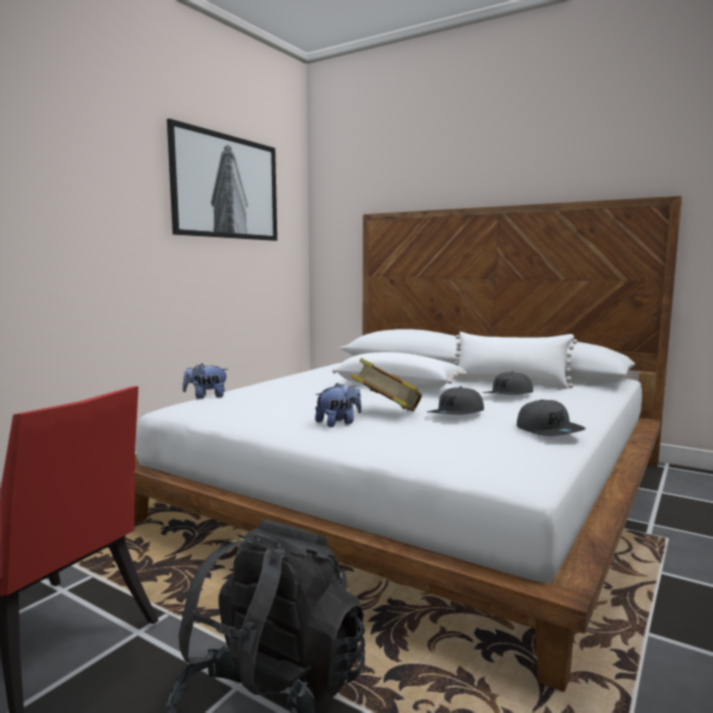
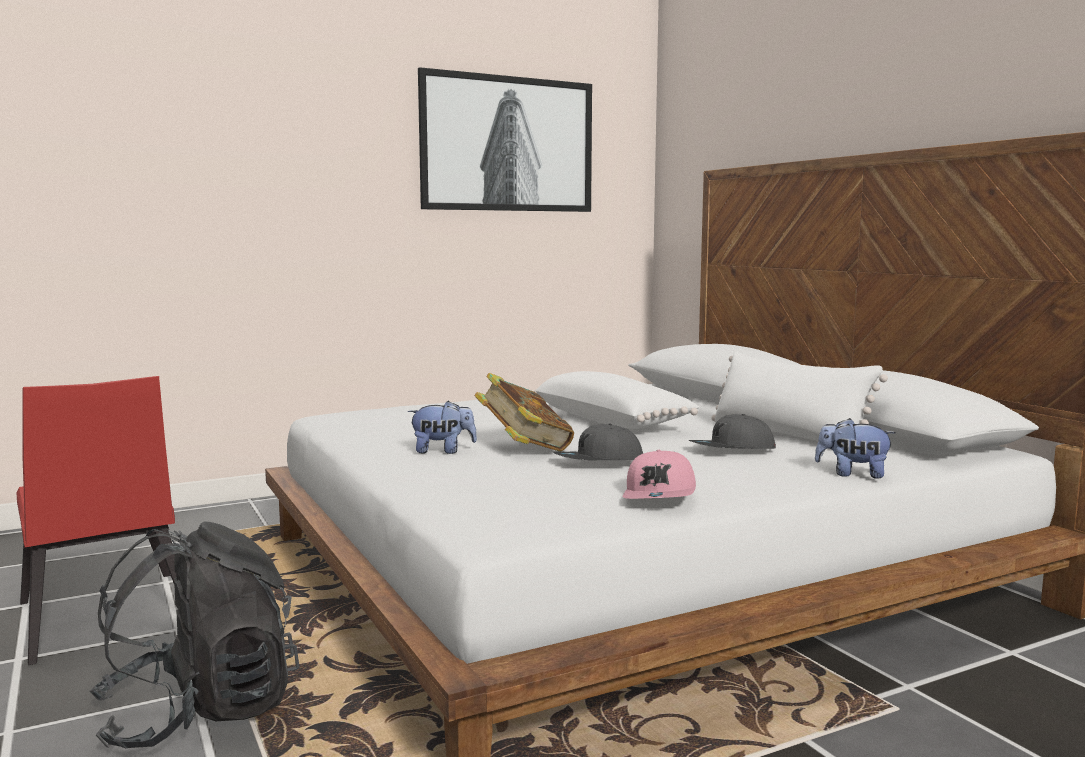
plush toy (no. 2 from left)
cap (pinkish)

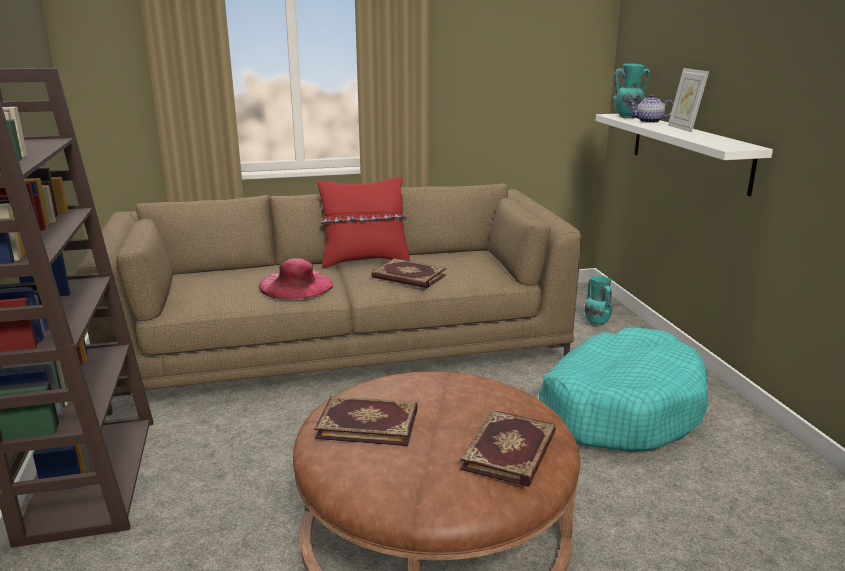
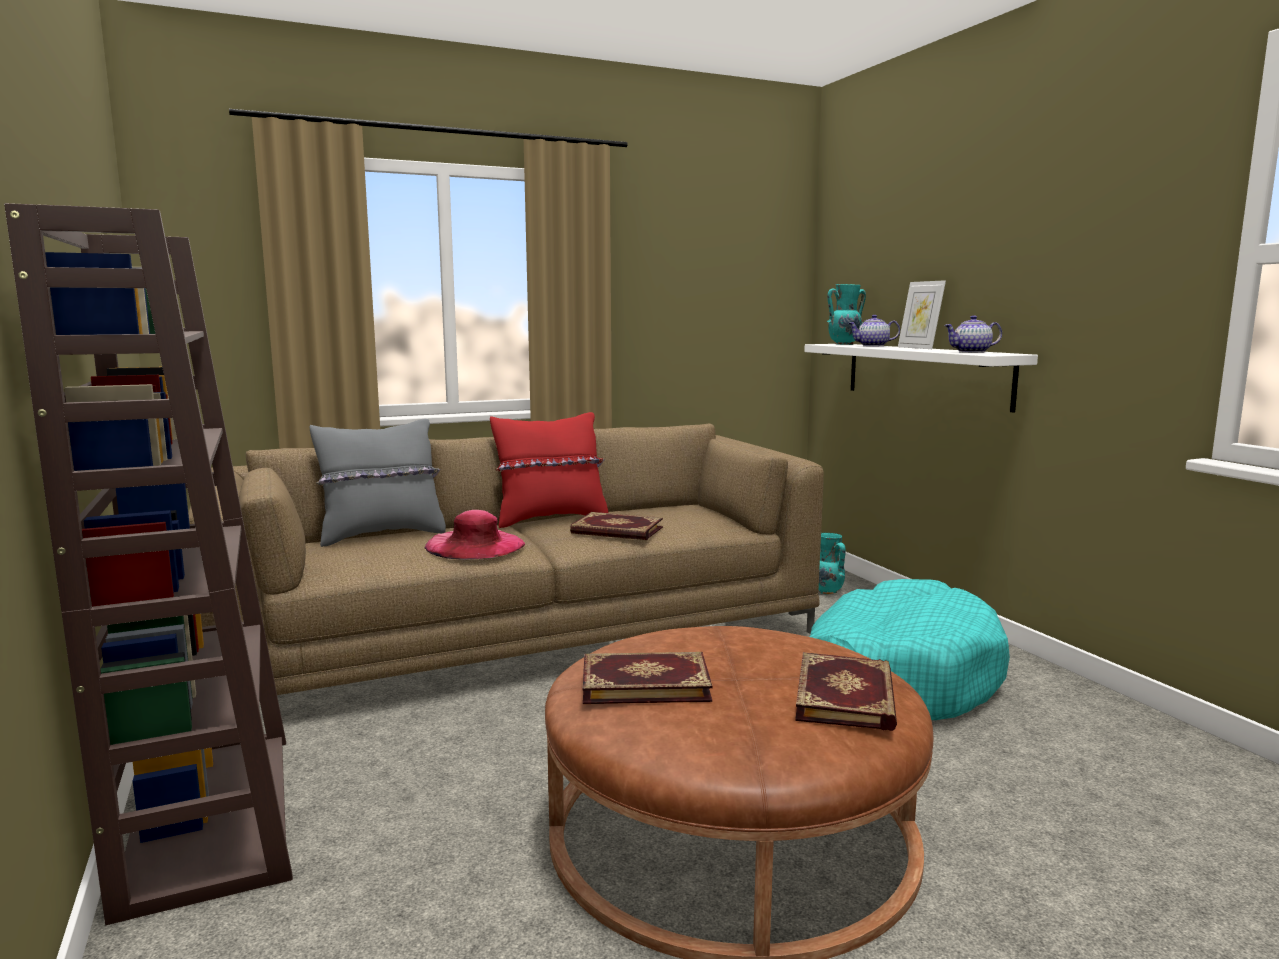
throw pillow (greyish)
pot for tea (no. 2 from left)

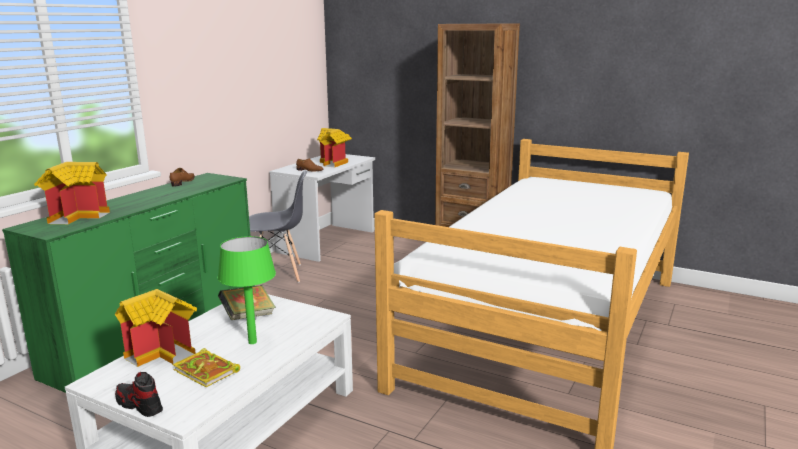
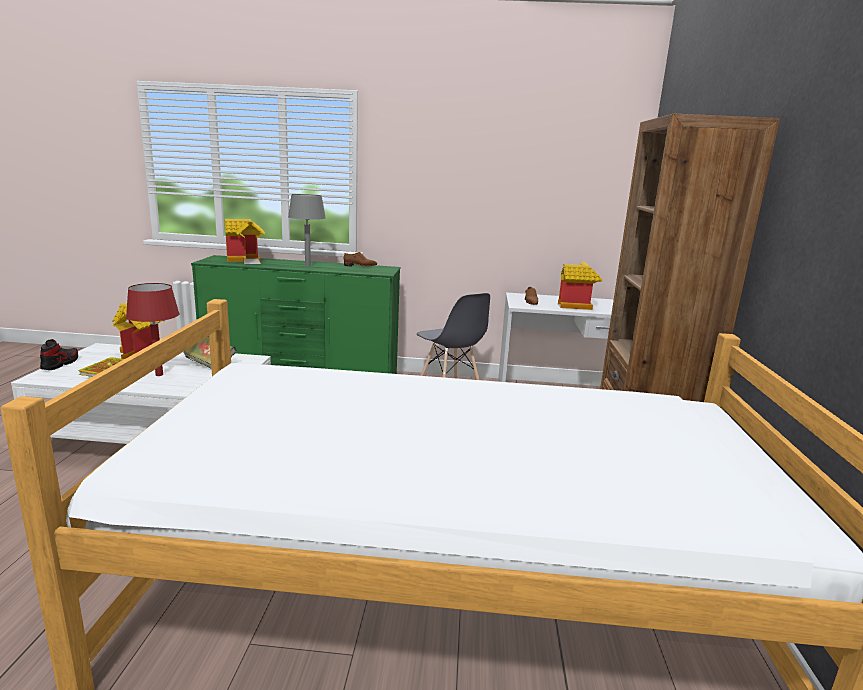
table lamp (greyish)
table lamp (red-coloured)

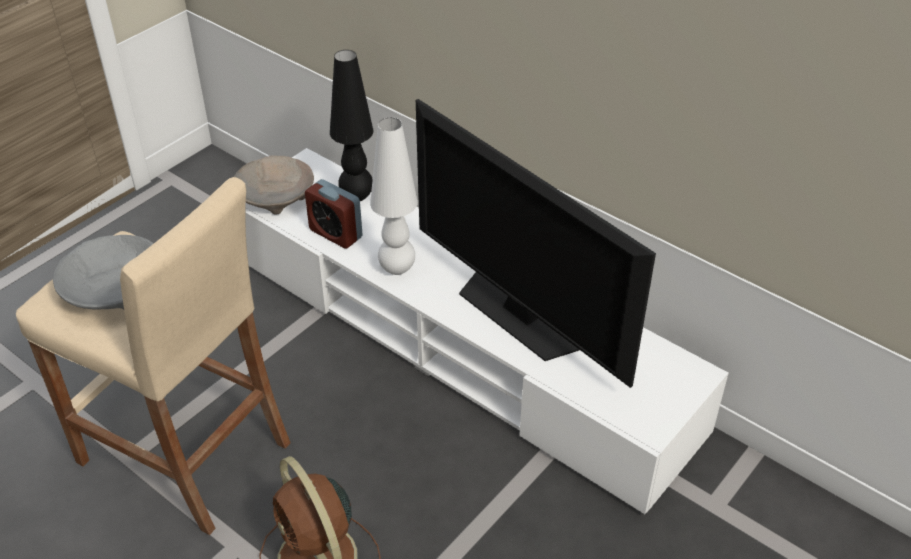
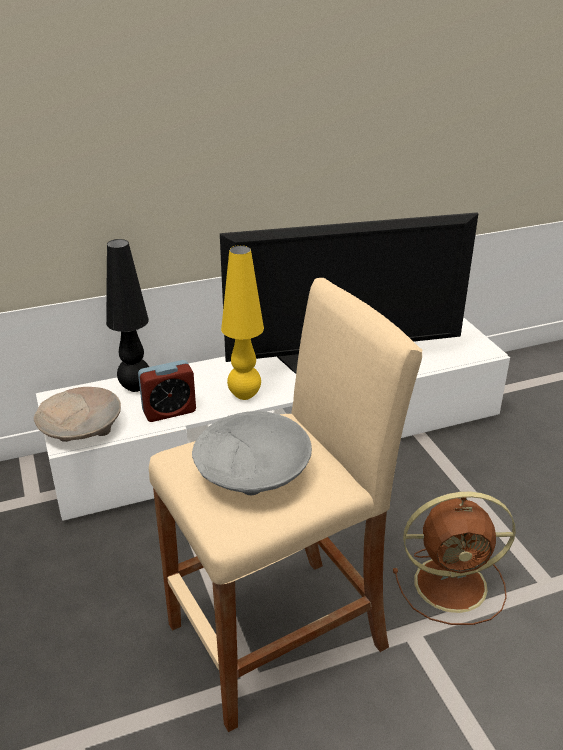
table lamp (yellow-coloured)

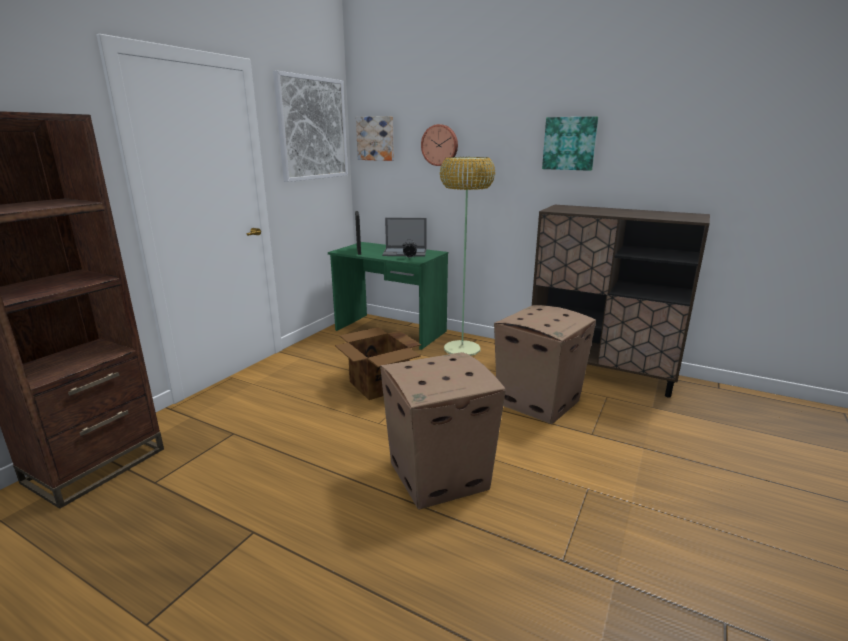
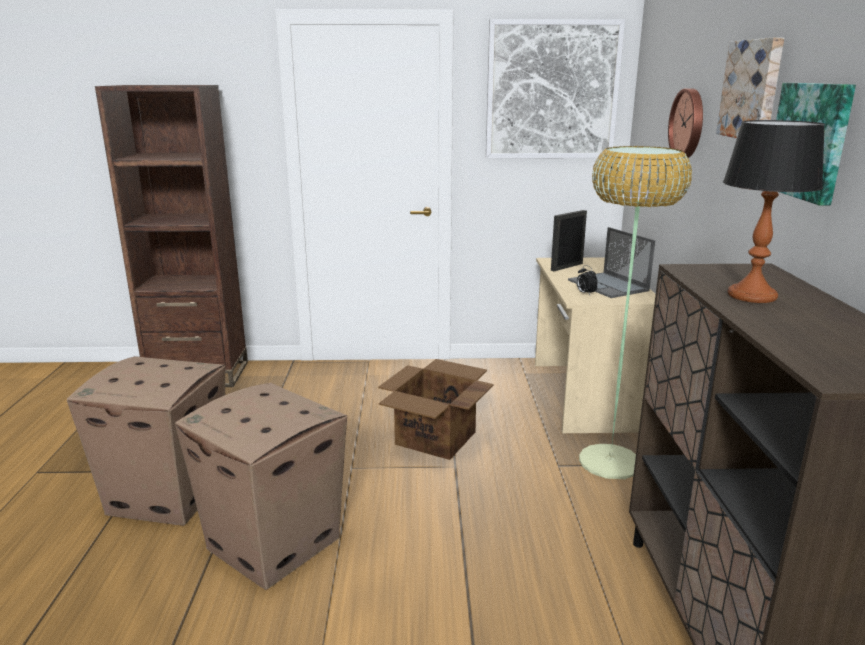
table lamp
picture (no. 2 from left)
carton (no. 1 from left)
desk table (beige)

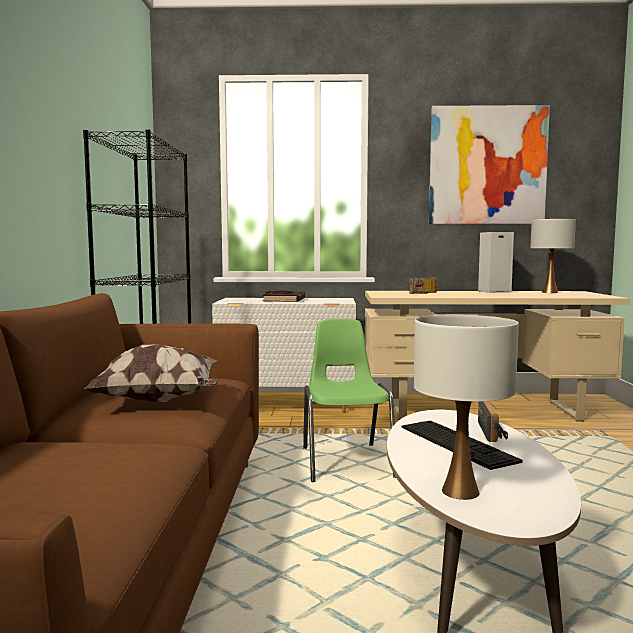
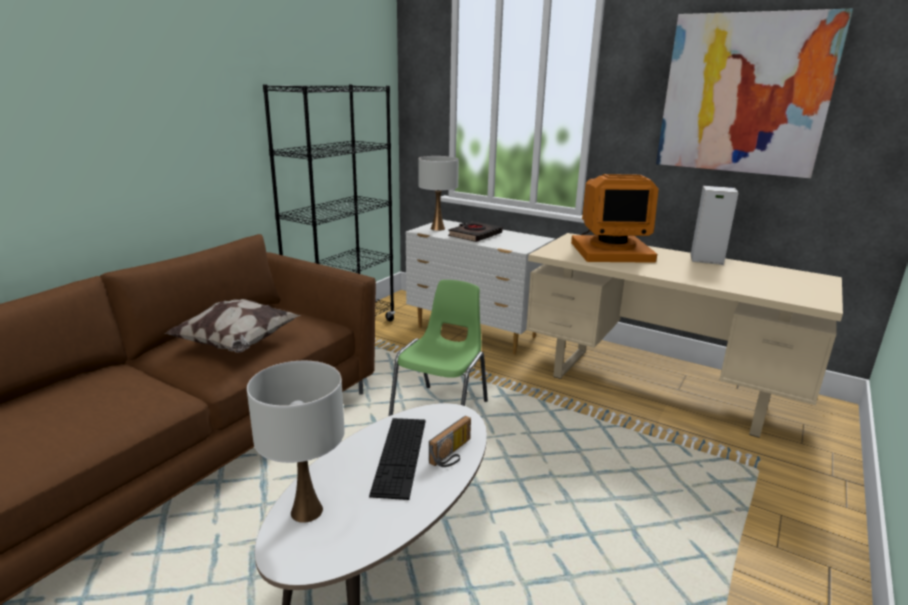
table lamp (white) (no. 2 from left)
computer screen

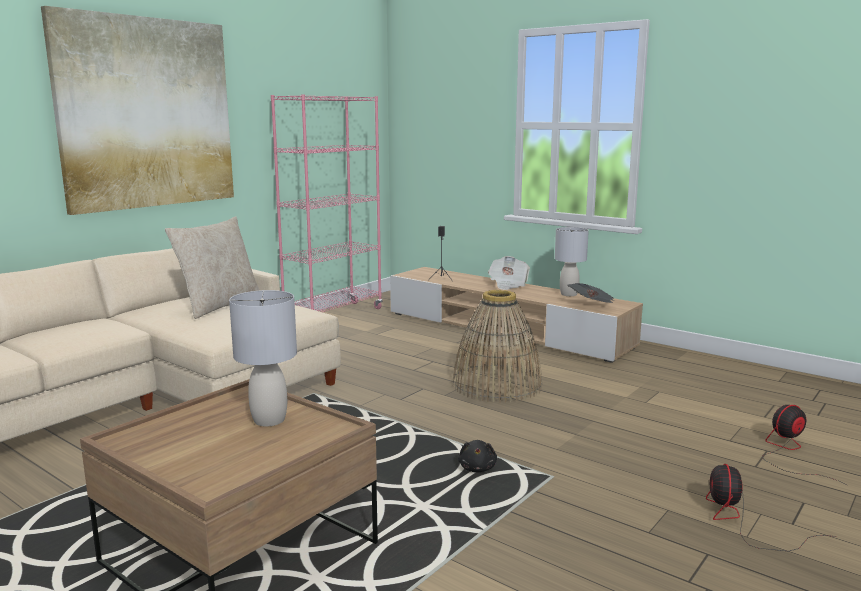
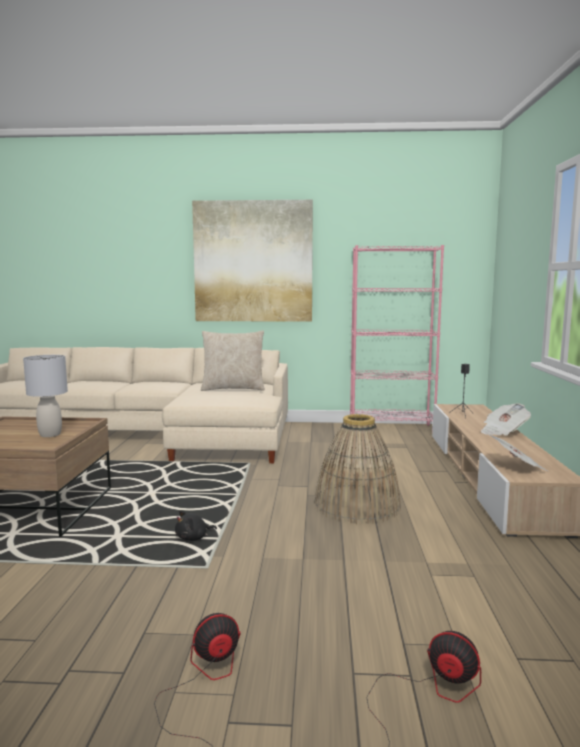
table lamp (greyish) (no. 2 from left in the first image)

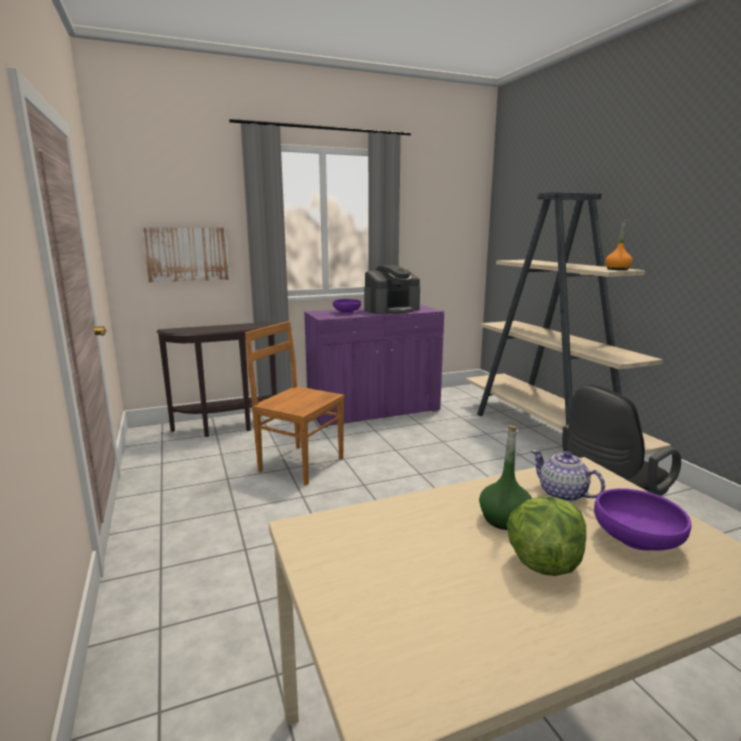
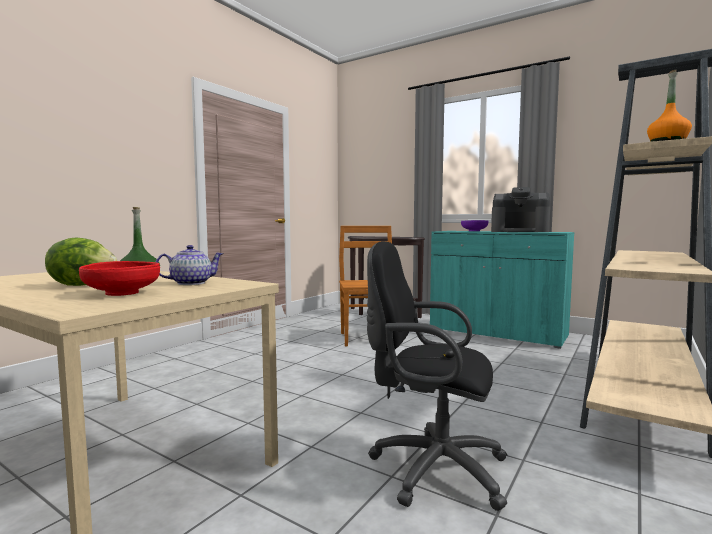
picture
cupboard (blue-green)
deep dish (red-coloured)
pot for tea

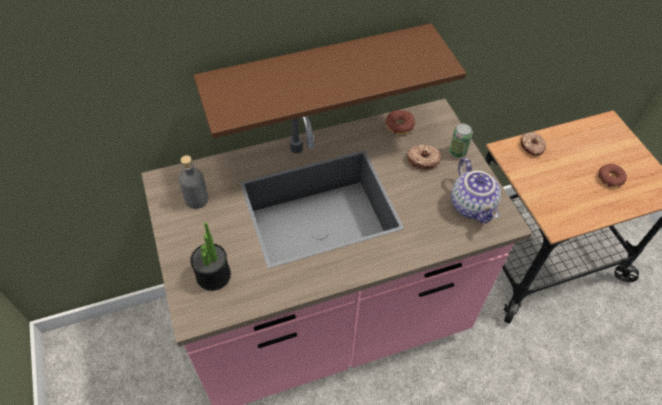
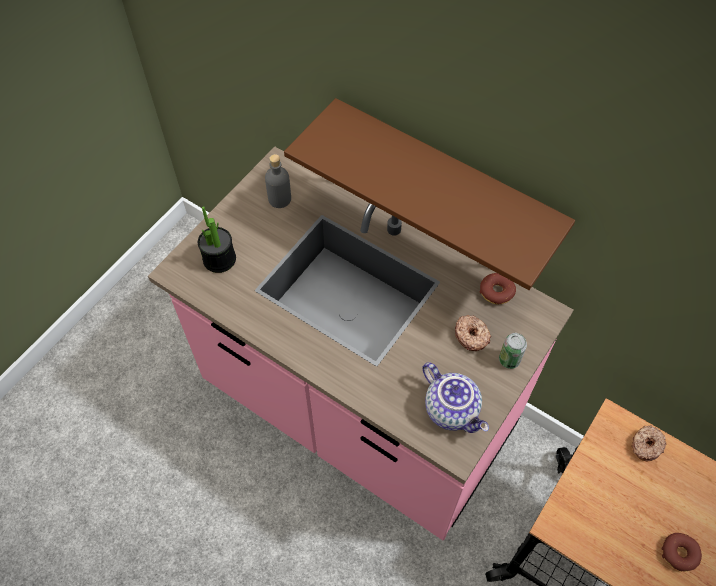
pot for tea

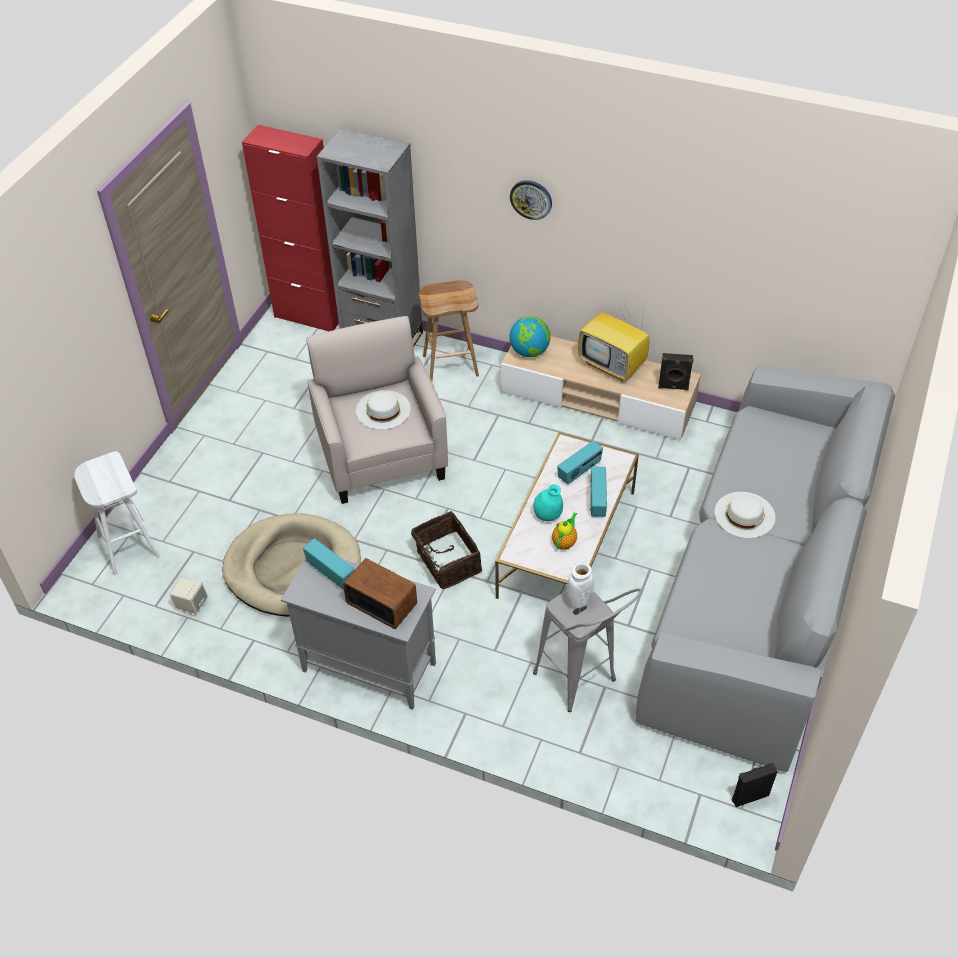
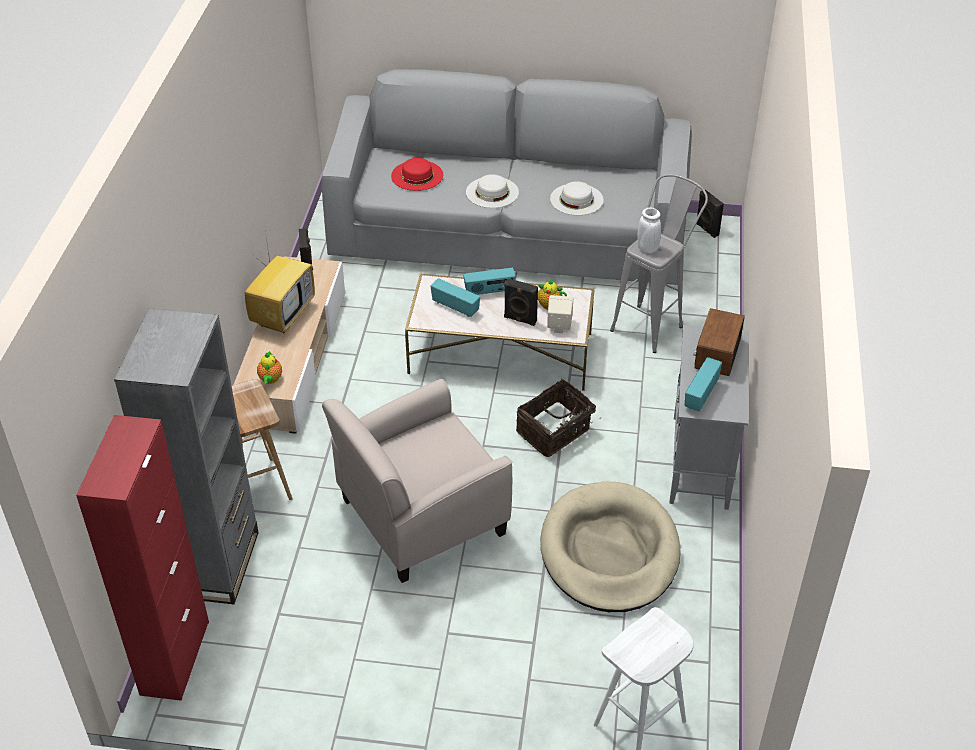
wall clock
clothing hat (red-coloured)
speaker (beige)
clothing hat (white) (no. 2 from left)
pot for tea (no. 1 from left)
speaker (blackish) (no. 2 from left)

